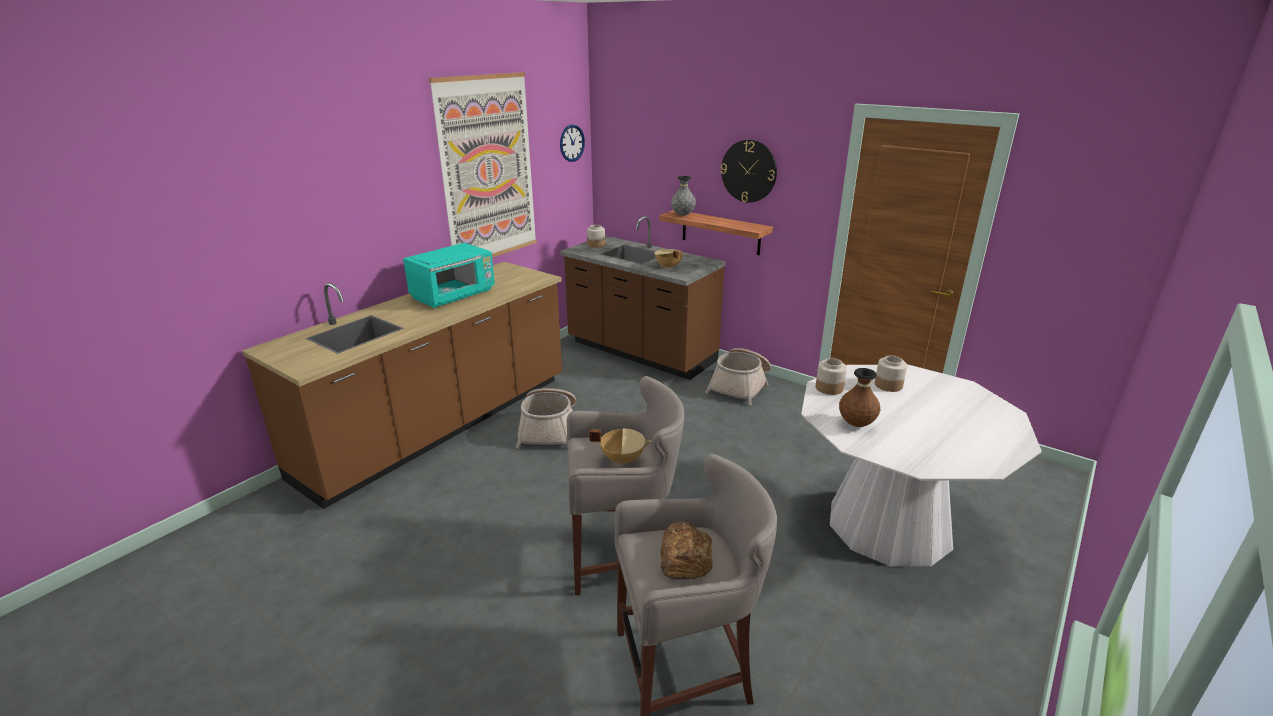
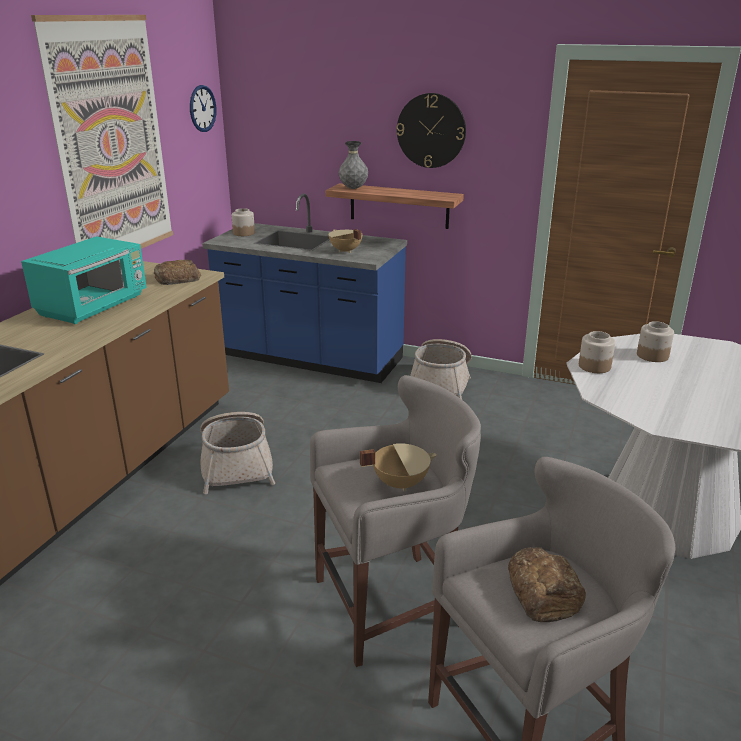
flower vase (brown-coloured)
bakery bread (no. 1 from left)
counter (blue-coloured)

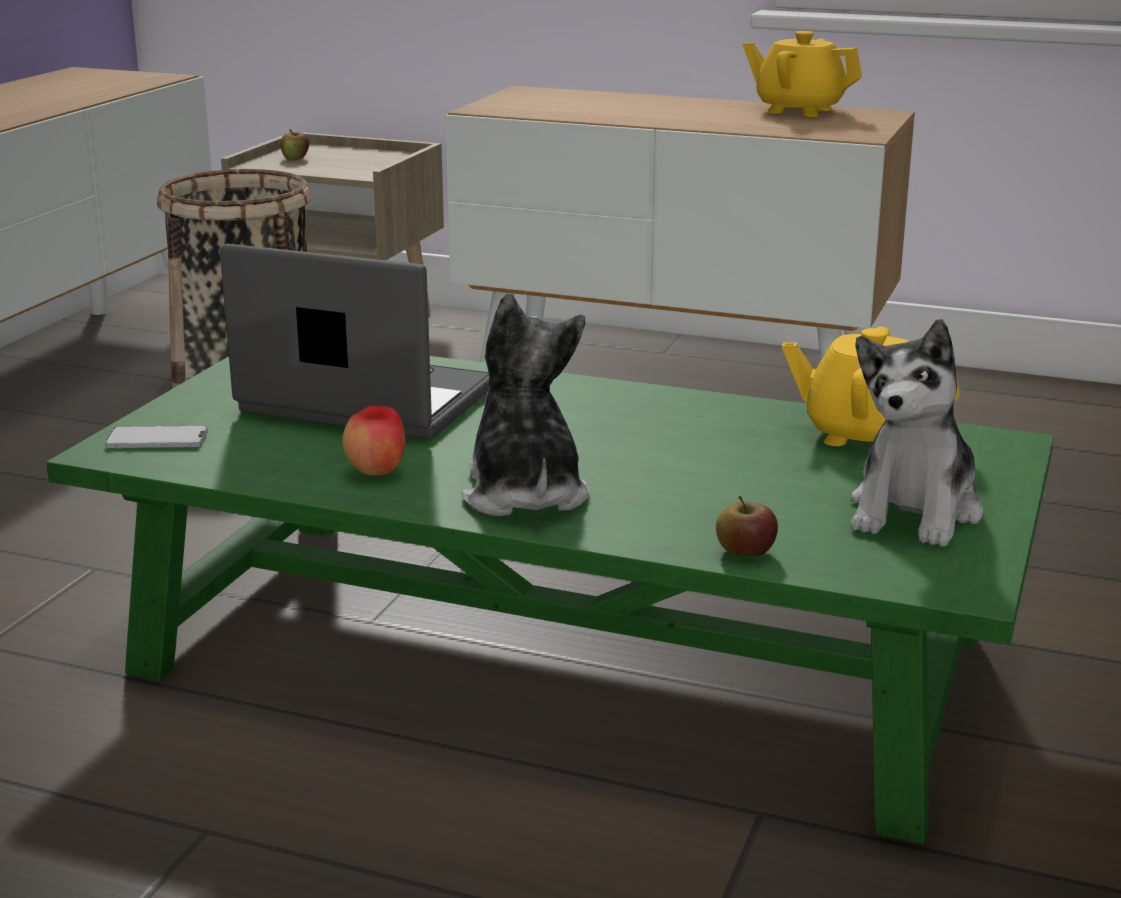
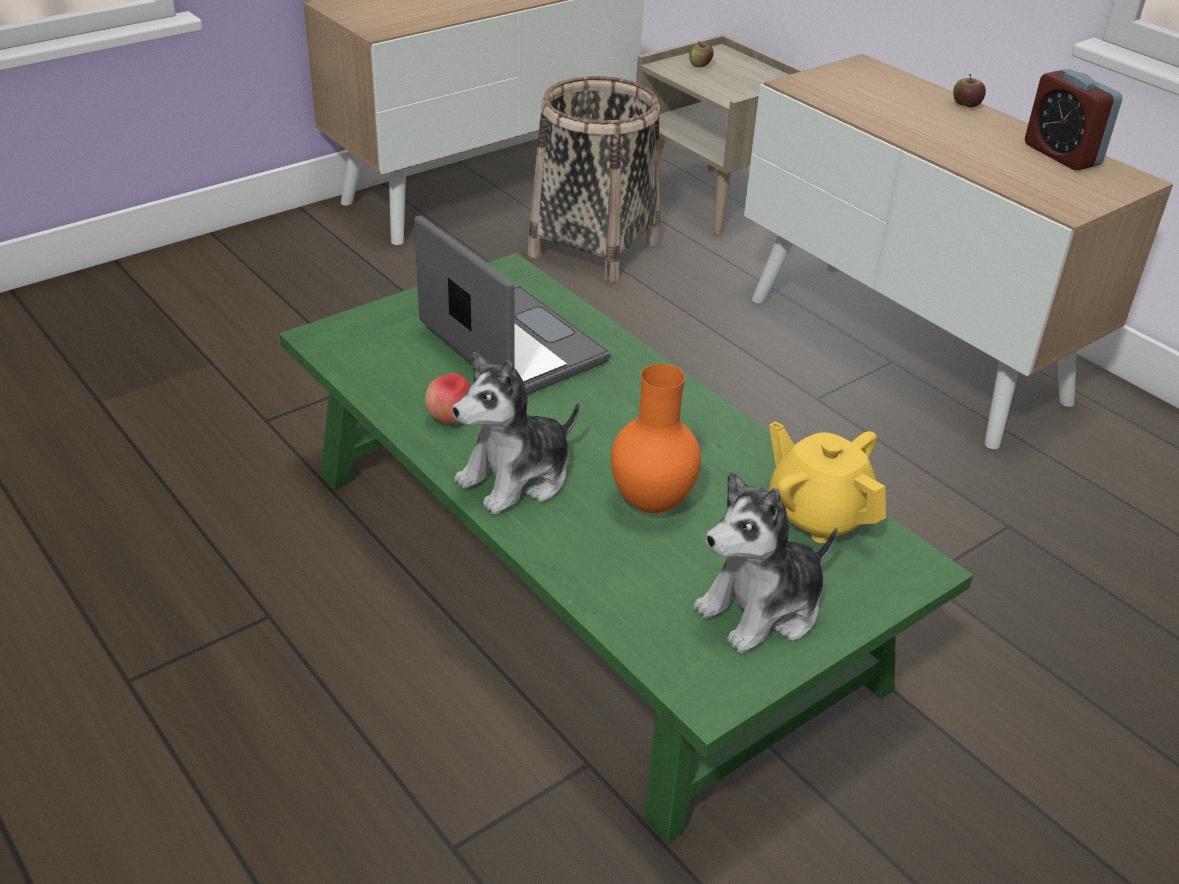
handset
flower vase (orange)
apple (no. 3 from left)
alarm clock
plush toy (no. 1 from left)

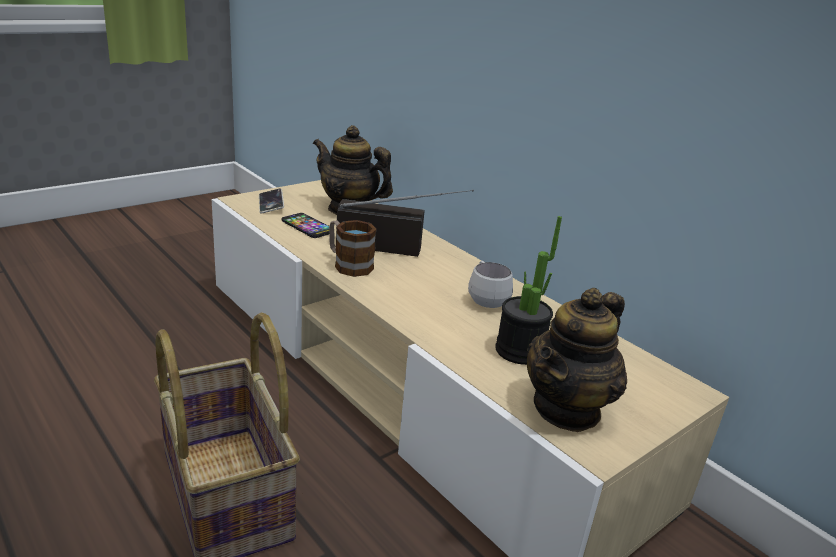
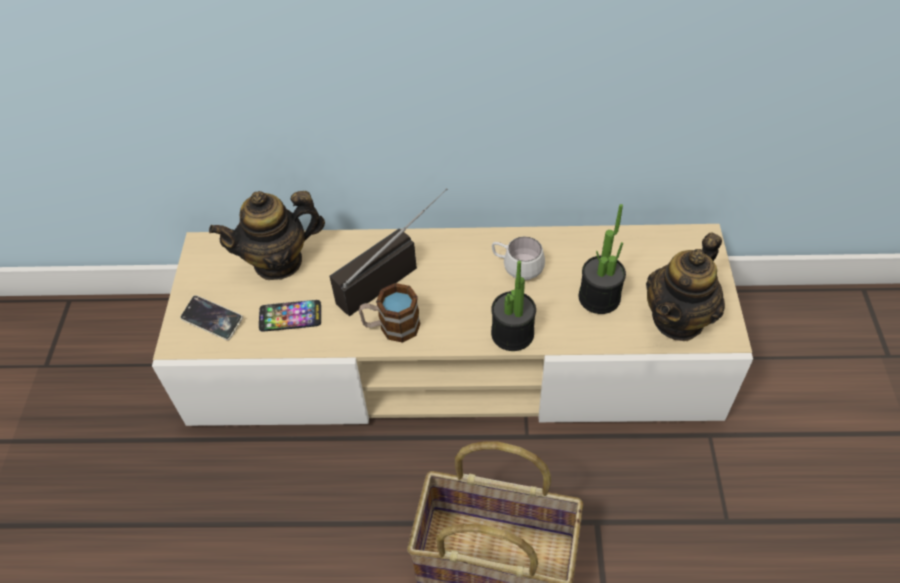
potted plant (no. 1 from left)
pot for tea (no. 2 from left)

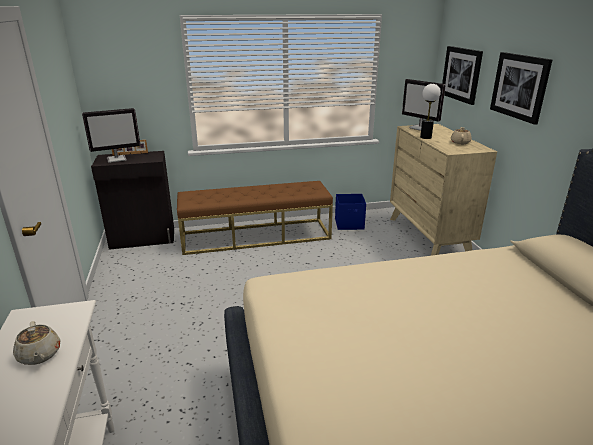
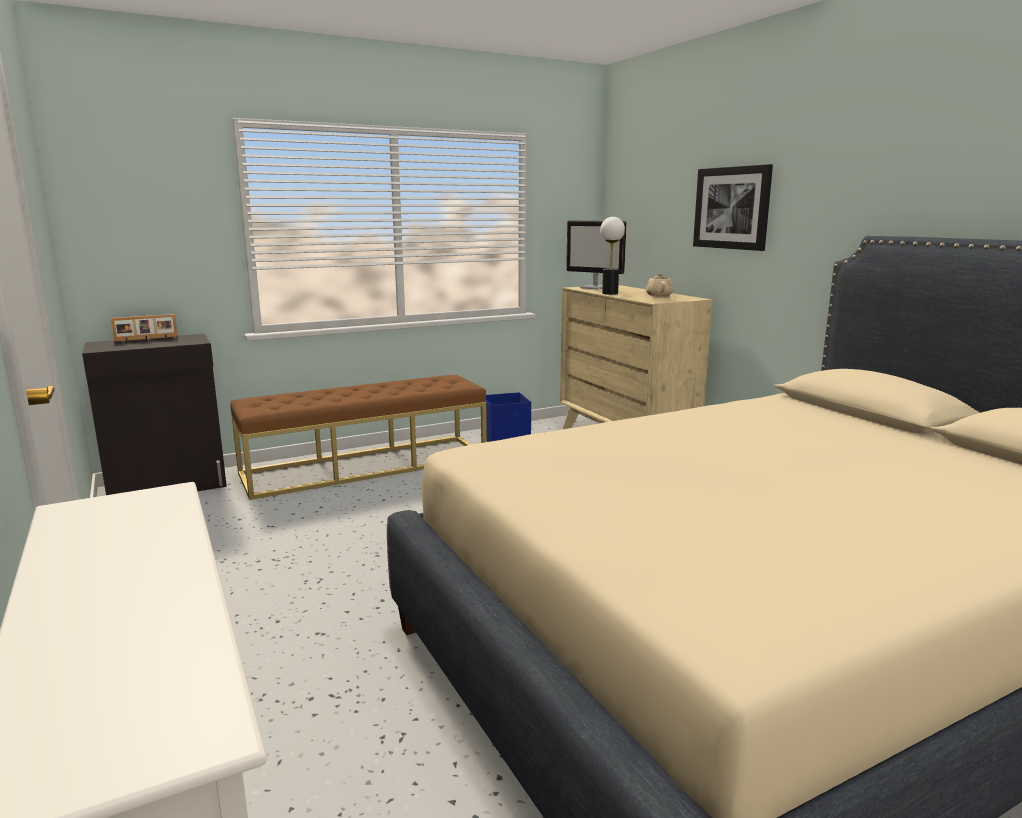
pot for tea (beige) (no. 1 from left in the first image)
computer screen (no. 1 from left in the first image)
picture (no. 1 from left in the first image)

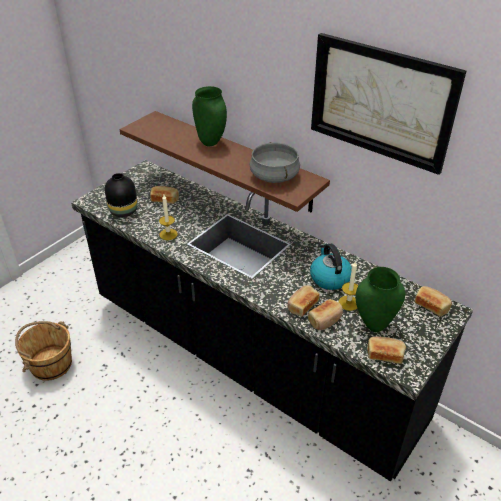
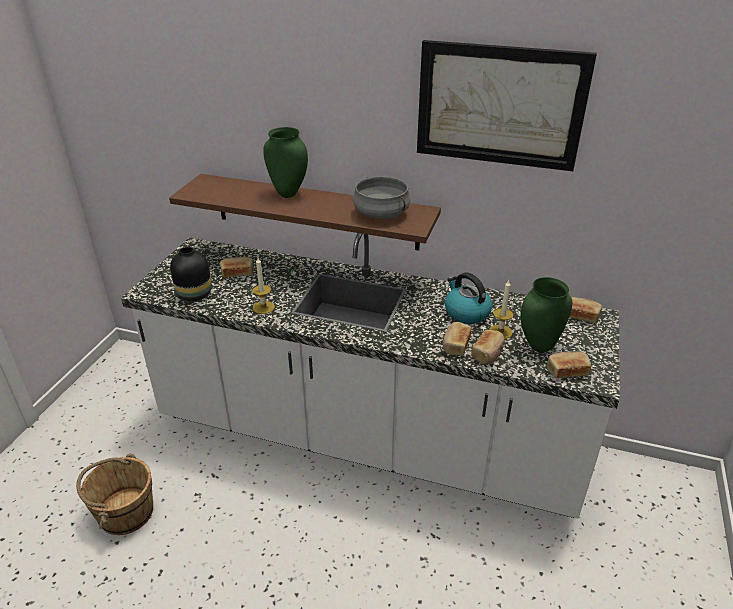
counter (white)

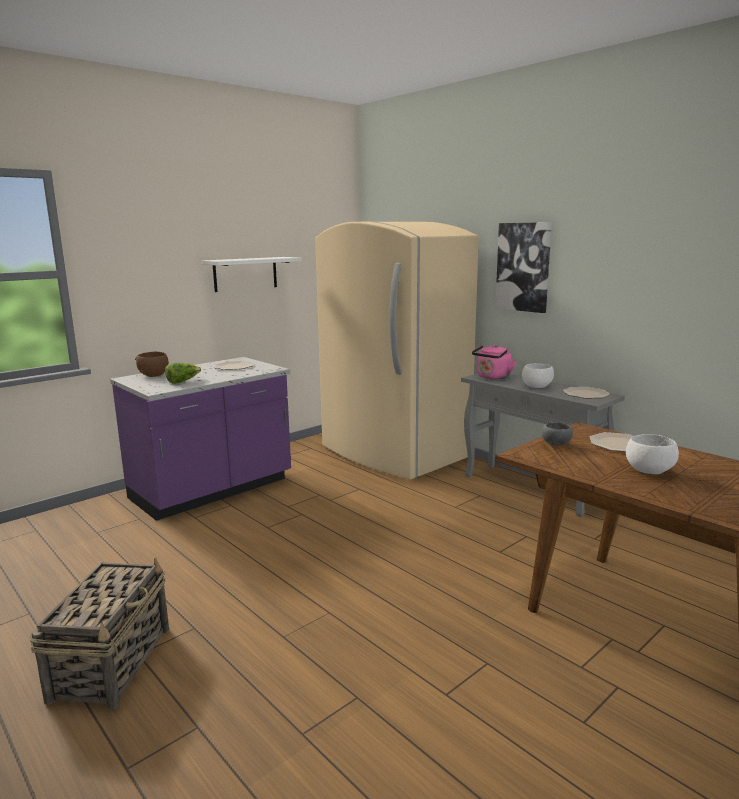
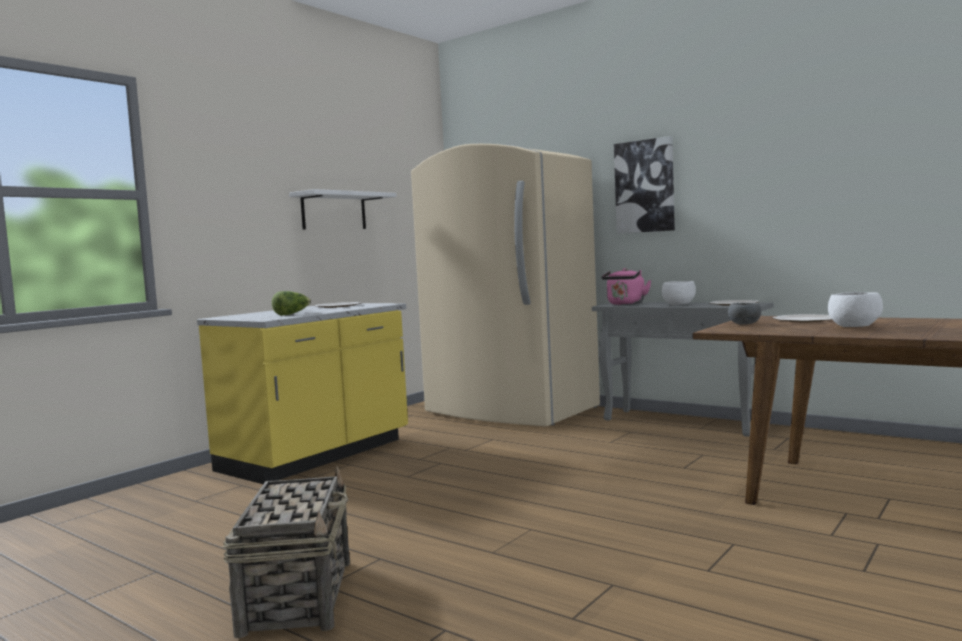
deep dish (brown-coloured)
counter (yellow-coloured)

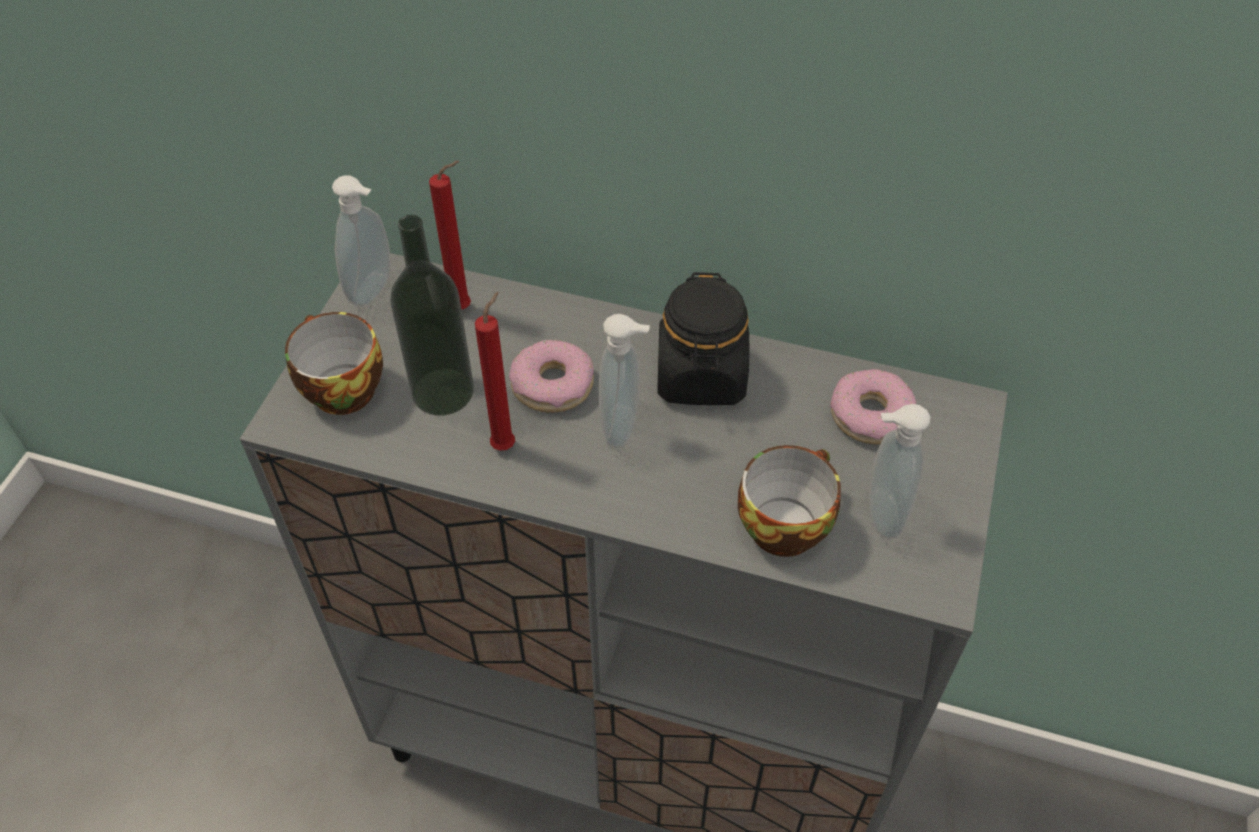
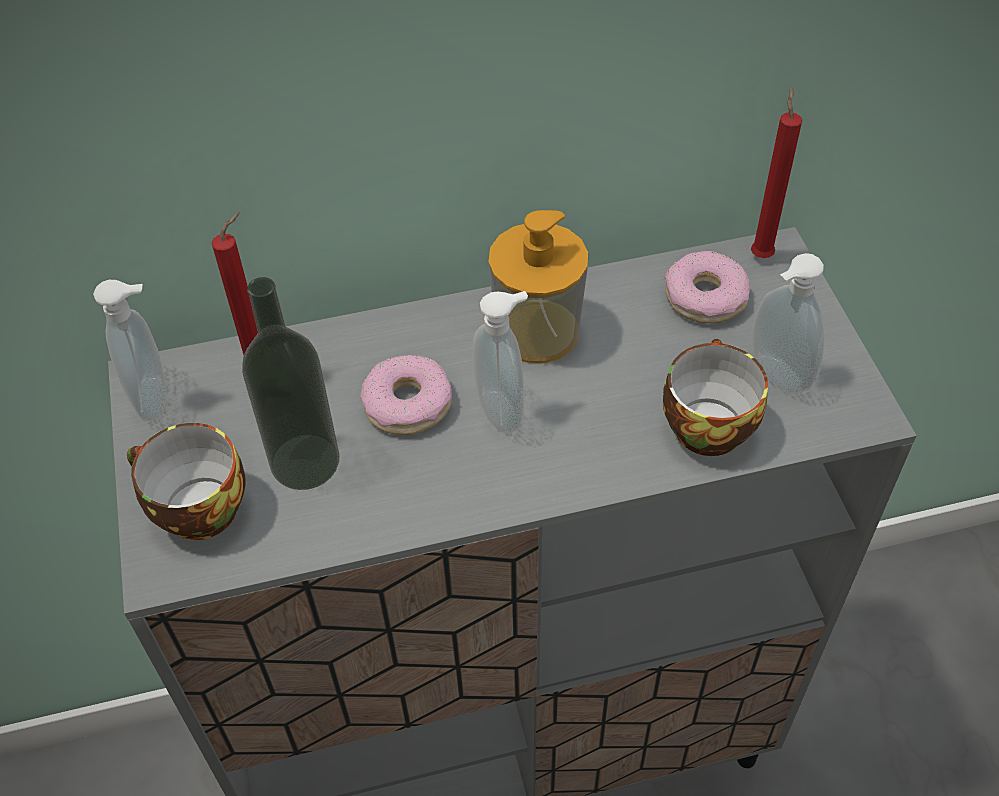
wax candle (red-coloured) (no. 2 from left)
soap bottle (no. 3 from left)

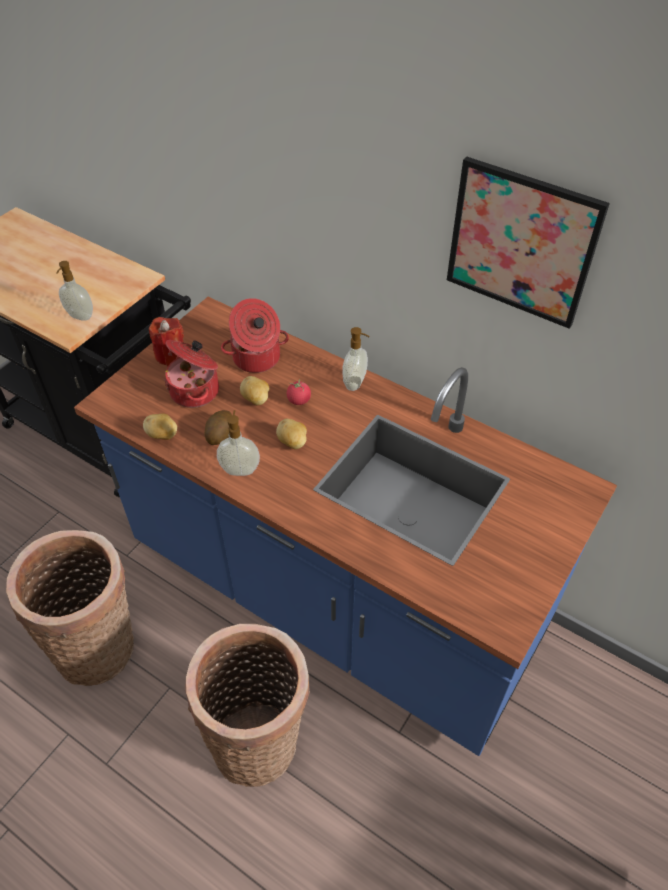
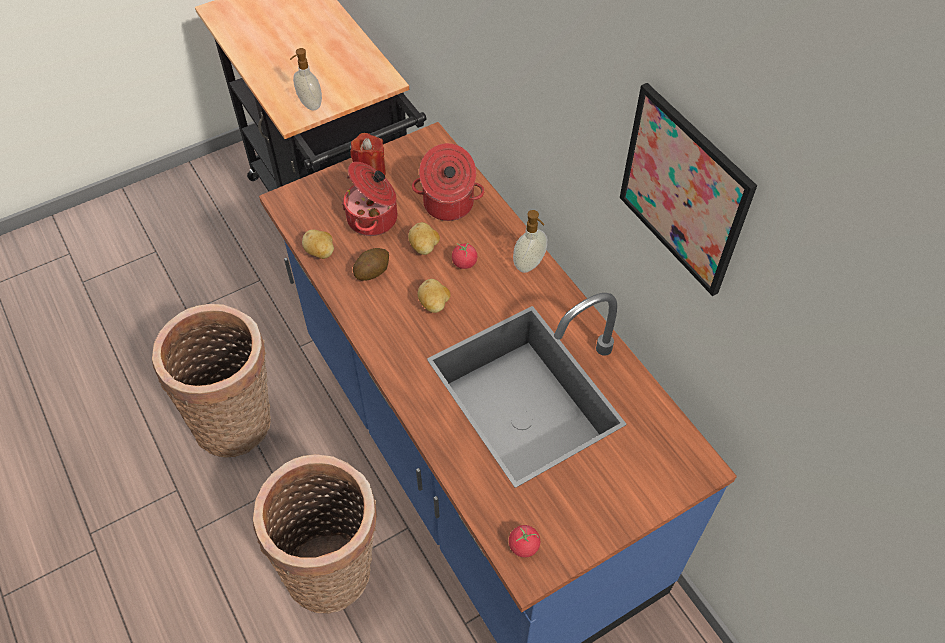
soap bottle (no. 2 from left in the first image)
tomato (no. 2 from left)

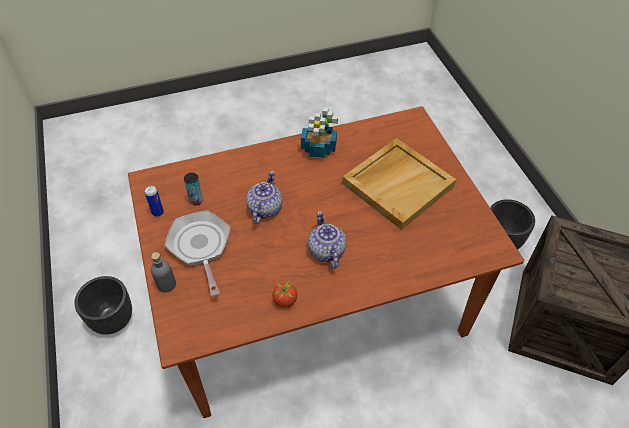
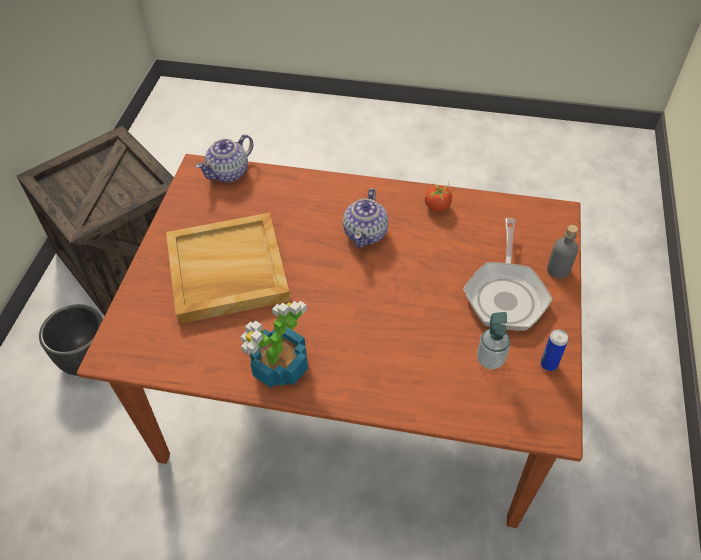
planter (blackish) (no. 1 from left in the first image)
pot for tea (no. 1 from left)
soap bottle

